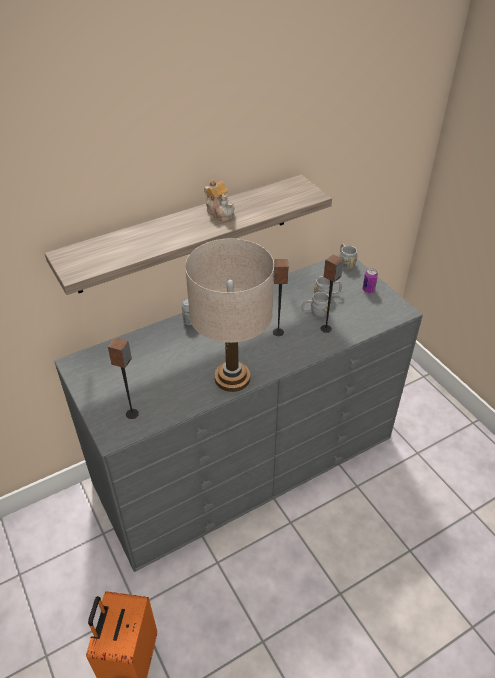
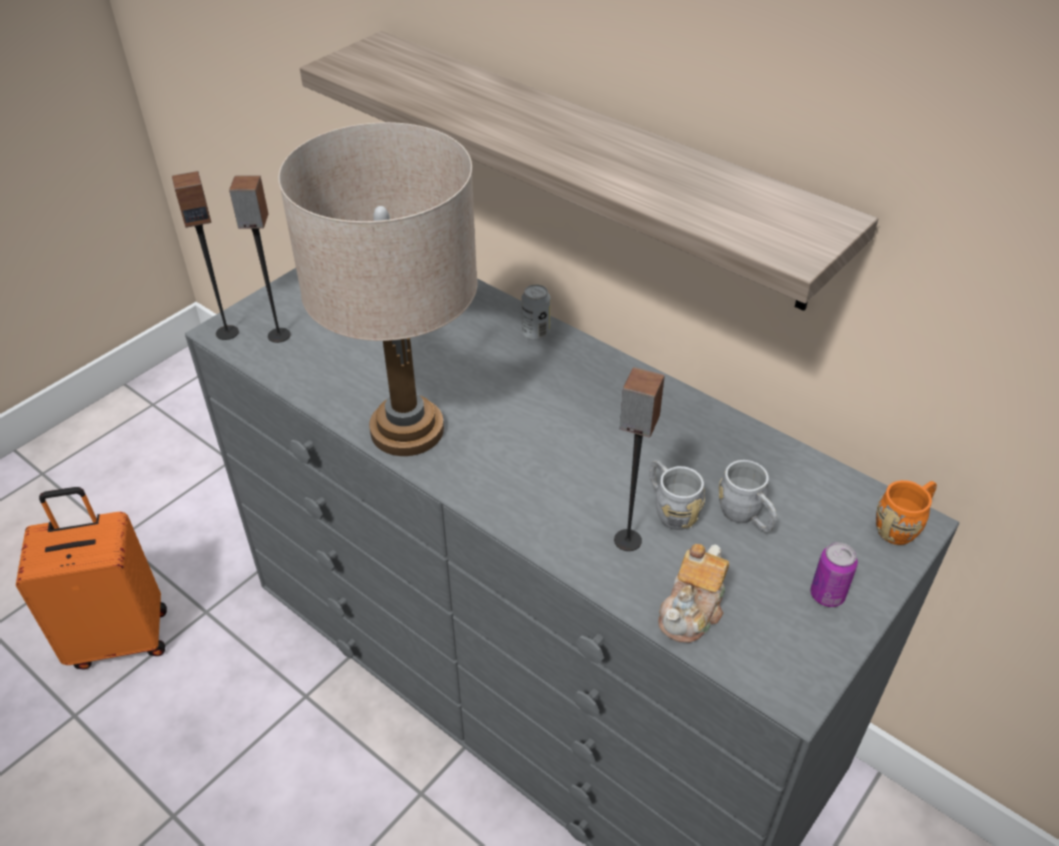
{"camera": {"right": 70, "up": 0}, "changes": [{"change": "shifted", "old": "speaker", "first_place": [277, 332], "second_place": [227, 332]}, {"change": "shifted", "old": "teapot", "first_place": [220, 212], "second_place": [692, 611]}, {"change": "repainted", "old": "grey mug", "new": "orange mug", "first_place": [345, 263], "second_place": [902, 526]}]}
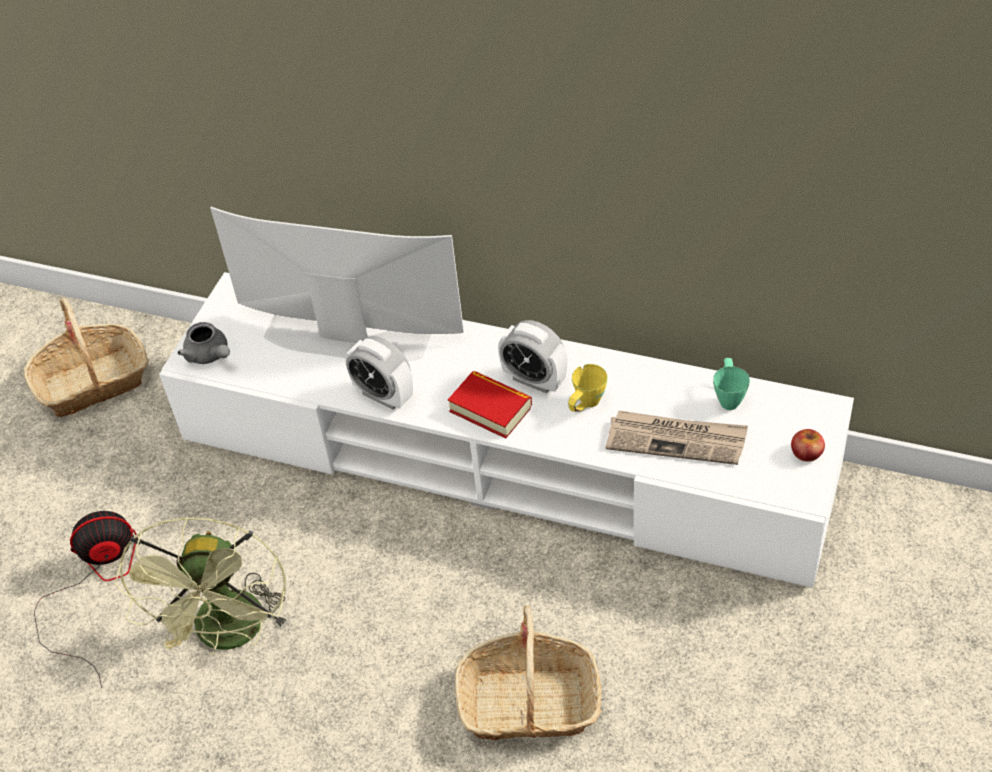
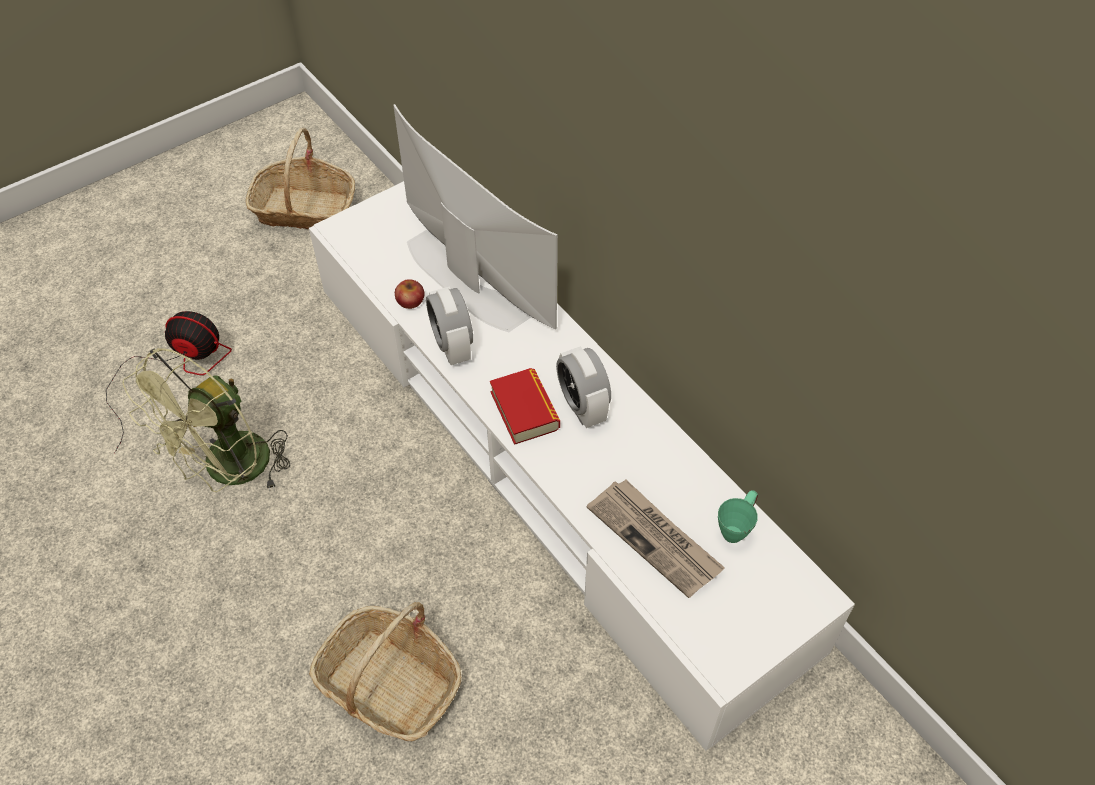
{"camera": {"right": 30, "up": 5}, "changes": [{"change": "shifted", "old": "apple", "first_place": [806, 452], "second_place": [410, 301]}, {"change": "gone", "old": "grey teapot", "first_place": [210, 355]}, {"change": "gone", "old": "yellow mug", "first_place": [585, 406]}]}
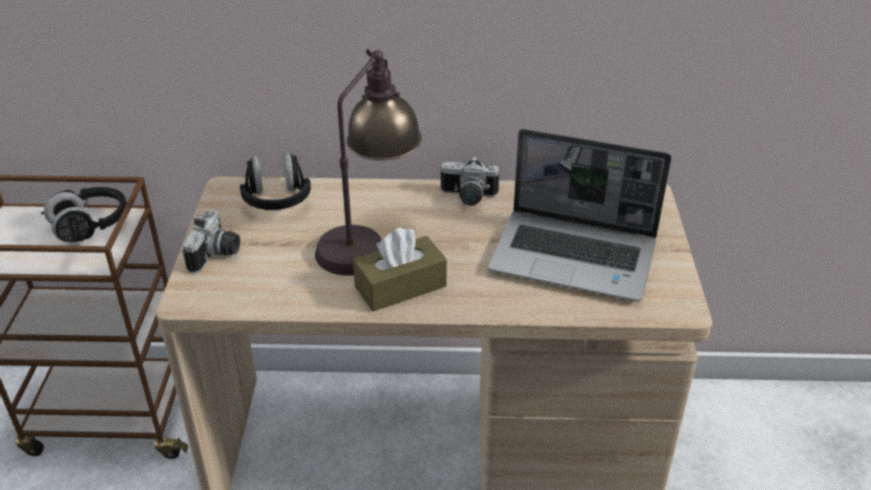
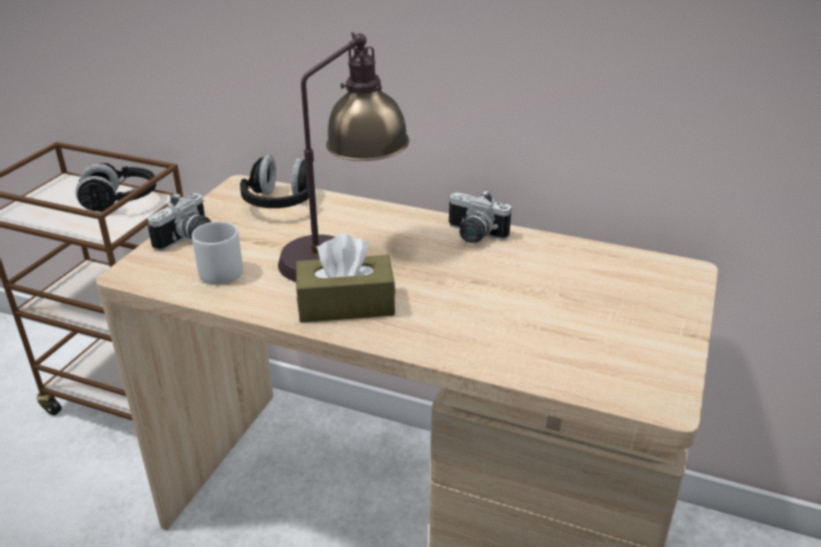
{"camera": {"right": 20, "up": -5}, "changes": [{"change": "new", "new": "grey mug", "second_place": [221, 270]}, {"change": "gone", "old": "laptop", "first_place": [575, 256]}]}
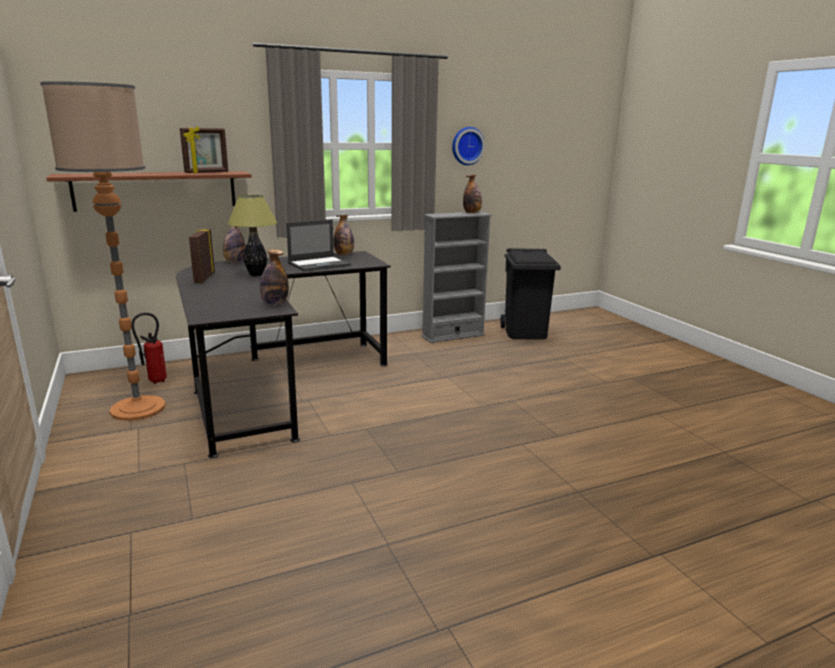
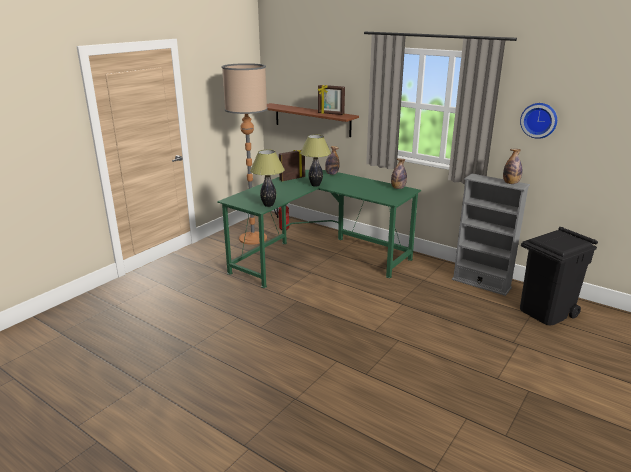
{"camera": {"right": 60, "up": 5}, "changes": [{"change": "repainted", "old": "black desk", "new": "green desk", "first_place": [276, 384], "second_place": [318, 256]}, {"change": "swapped", "old": "bottle", "new": "table lamp", "first_place": [275, 304], "second_place": [268, 205]}, {"change": "gone", "old": "laptop", "first_place": [319, 264]}]}
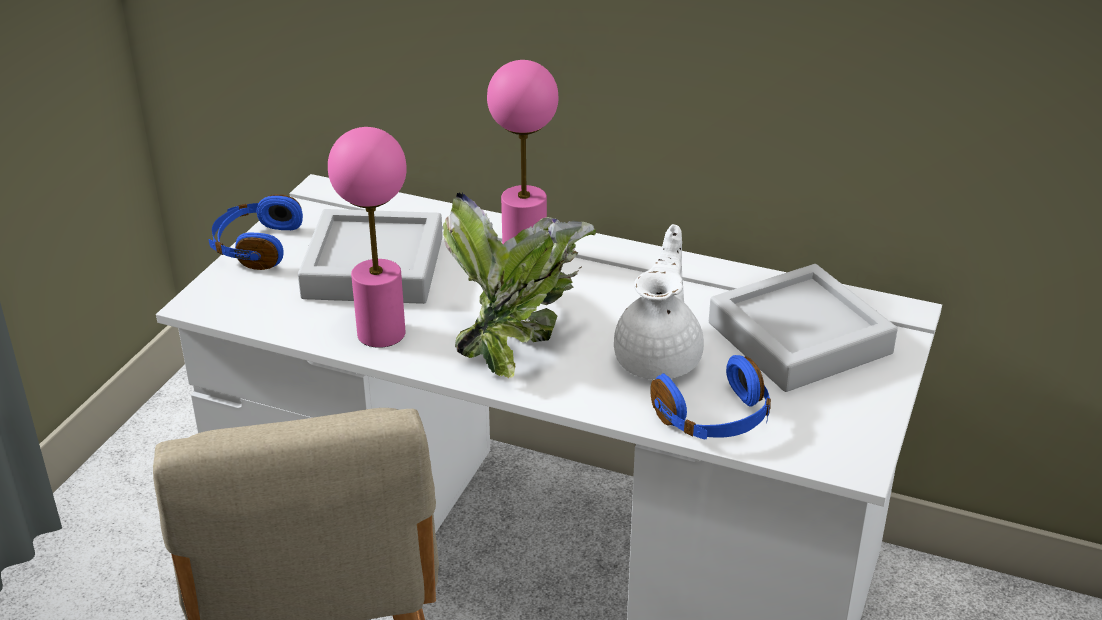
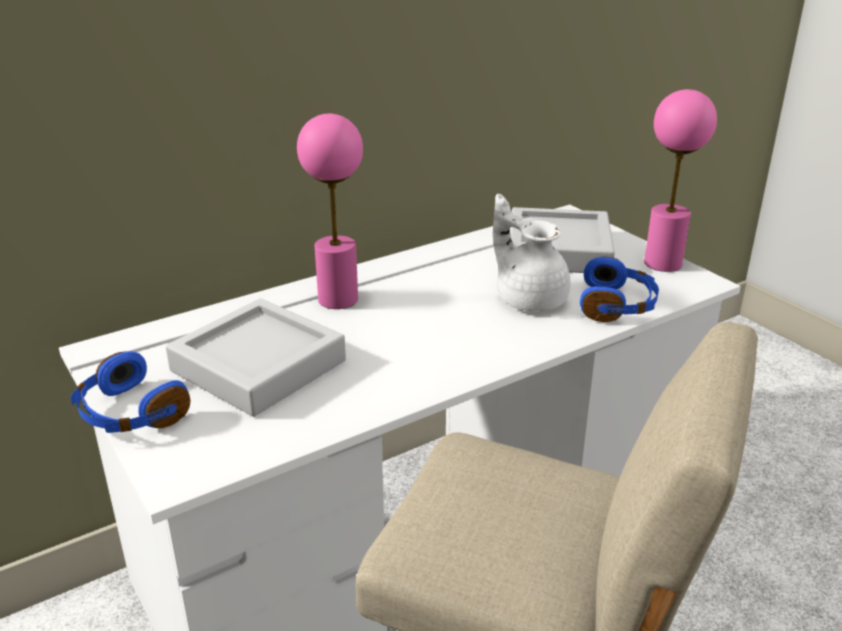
{"camera": {"right": -55, "up": -5}, "changes": [{"change": "shifted", "old": "pink table lamp", "first_place": [380, 334], "second_place": [663, 263]}, {"change": "gone", "old": "potted plant", "first_place": [517, 337]}]}
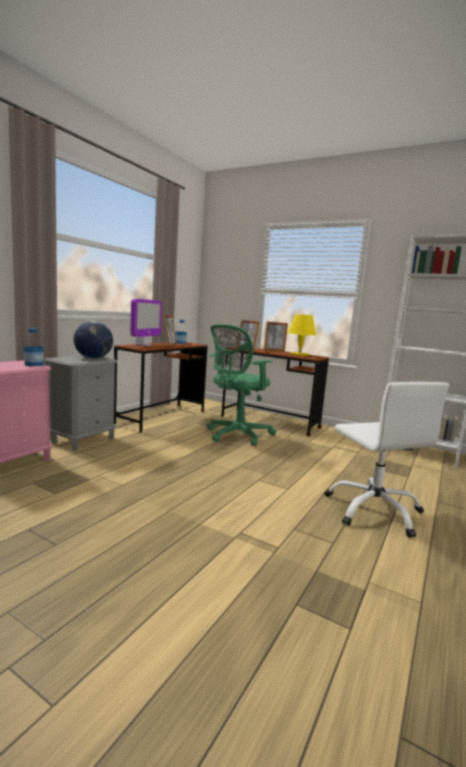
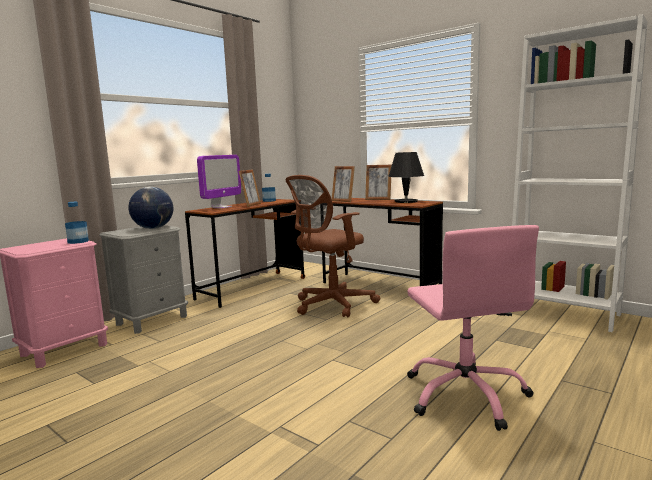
{"camera": {"right": 10, "up": 0}, "changes": [{"change": "repainted", "old": "green office chair", "new": "brown office chair", "first_place": [236, 435], "second_place": [331, 305]}, {"change": "repainted", "old": "yellow table lamp", "new": "black table lamp", "first_place": [299, 354], "second_place": [406, 201]}, {"change": "repainted", "old": "white office chair", "new": "pink office chair", "first_place": [374, 510], "second_place": [466, 395]}]}
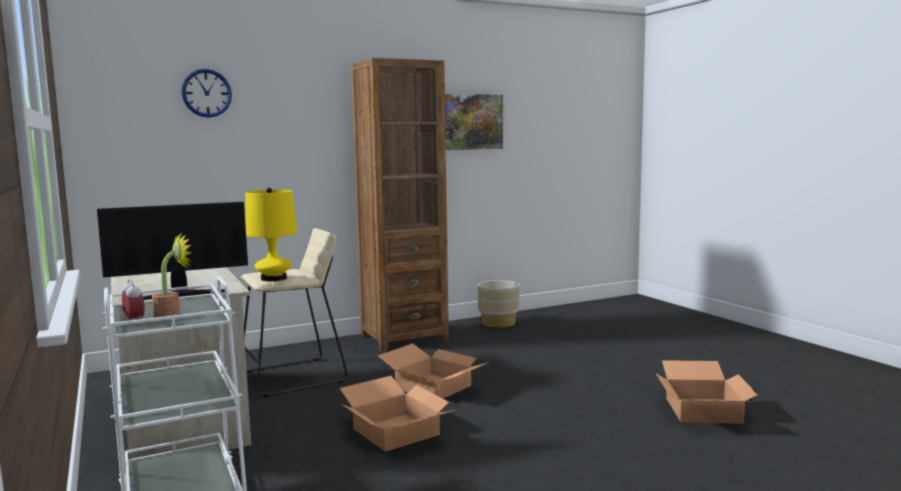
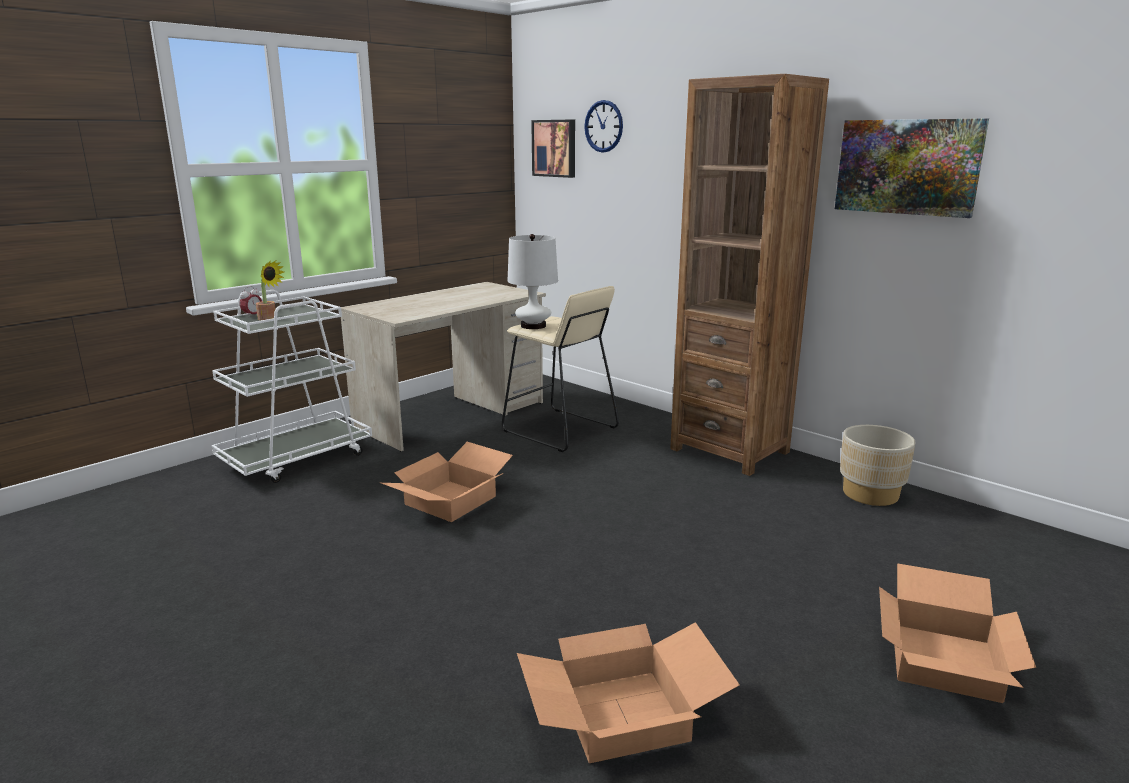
{"camera": {"right": 70, "up": 10}, "changes": [{"change": "repainted", "old": "yellow table lamp", "new": "white table lamp", "first_place": [273, 278], "second_place": [533, 326]}, {"change": "new", "new": "picture", "second_place": [555, 148]}, {"change": "shifted", "old": "cardboard box", "first_place": [434, 387], "second_place": [946, 662]}, {"change": "gone", "old": "monitor", "first_place": [180, 295]}]}
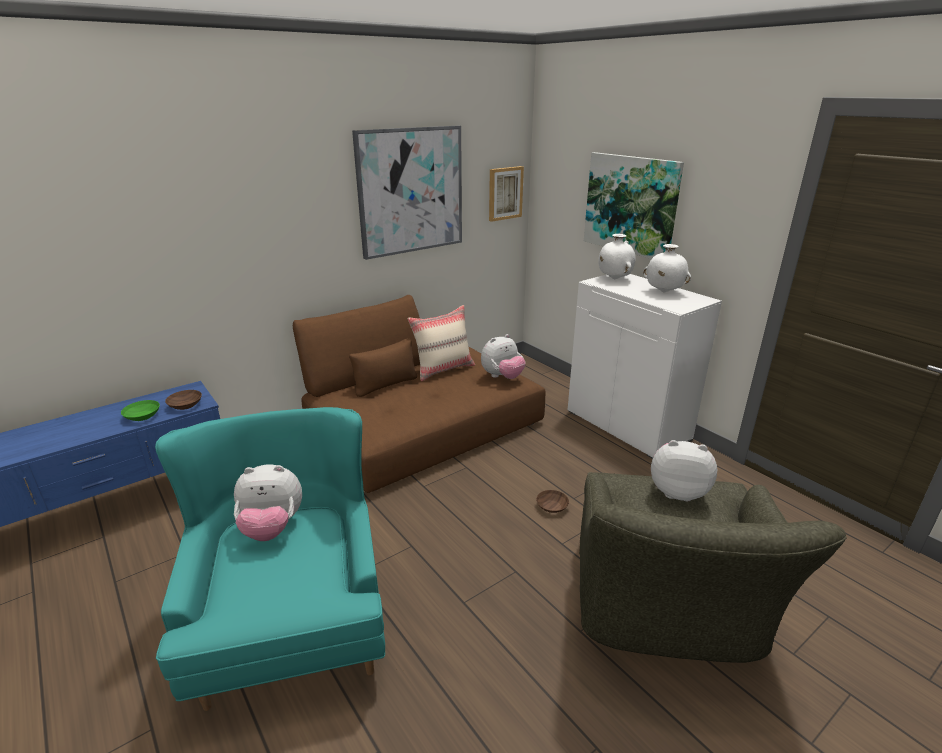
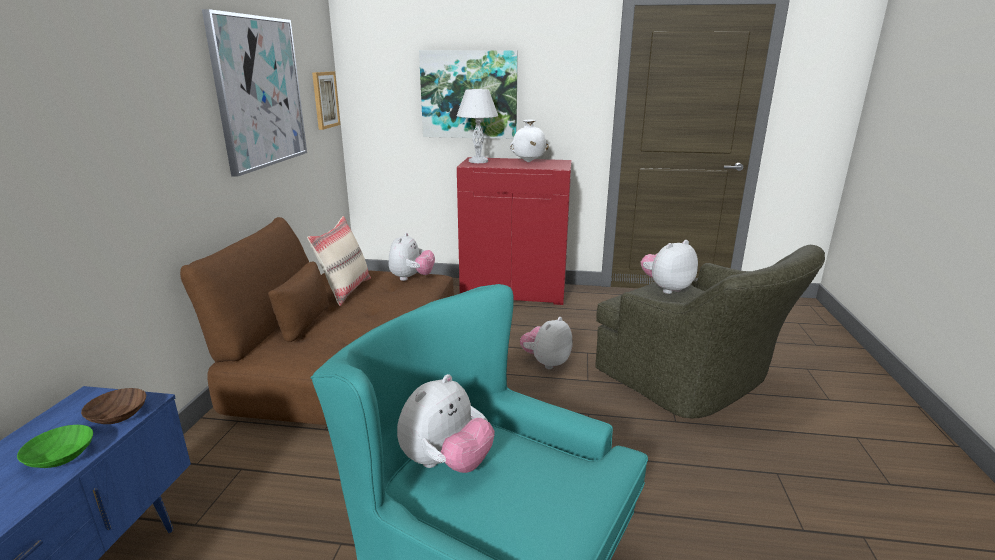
{"camera": {"right": -45, "up": -5}, "changes": [{"change": "swapped", "old": "white vase", "new": "white table lamp", "first_place": [614, 279], "second_place": [477, 161]}, {"change": "repainted", "old": "white cabinet", "new": "red cabinet", "first_place": [628, 425], "second_place": [514, 291]}, {"change": "swapped", "old": "brown bowl", "new": "plush toy", "first_place": [551, 507], "second_place": [546, 362]}]}
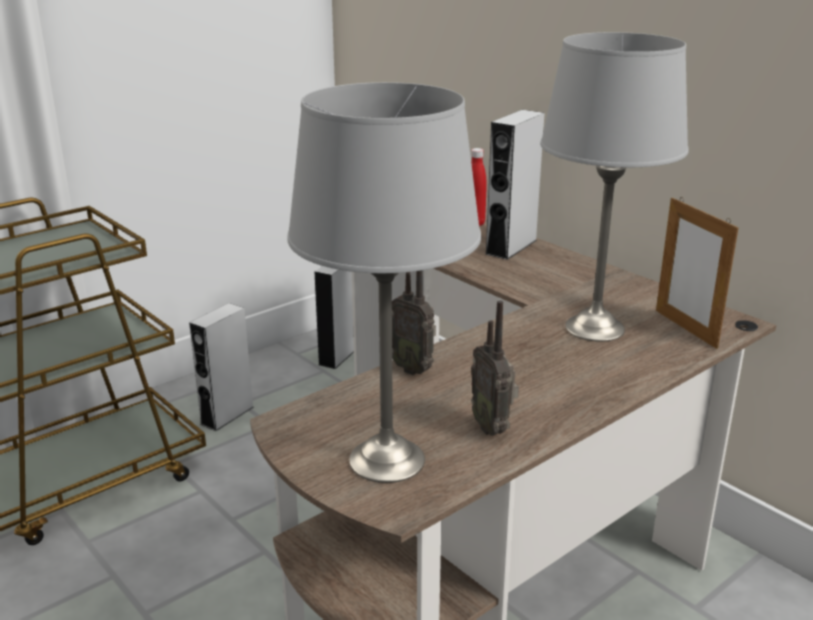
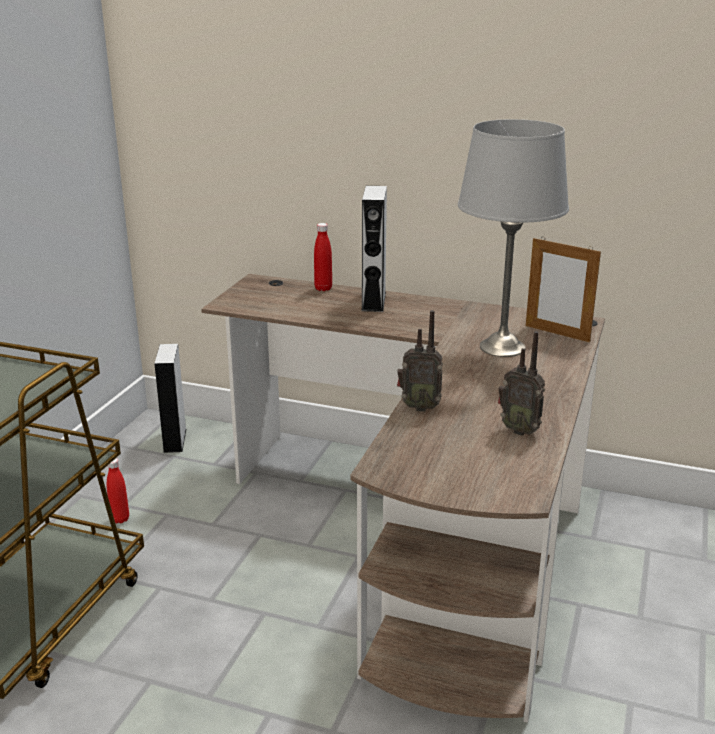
{"camera": {"right": -30, "up": 0}, "changes": [{"change": "swapped", "old": "grey speaker", "new": "red bottle", "first_place": [227, 415], "second_place": [120, 519]}, {"change": "gone", "old": "grey table lamp", "first_place": [385, 459]}]}
